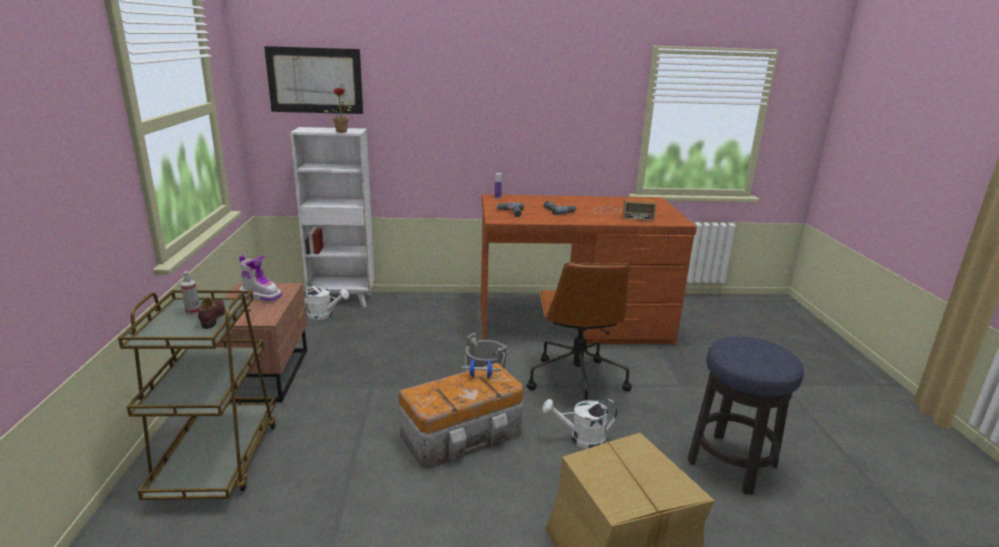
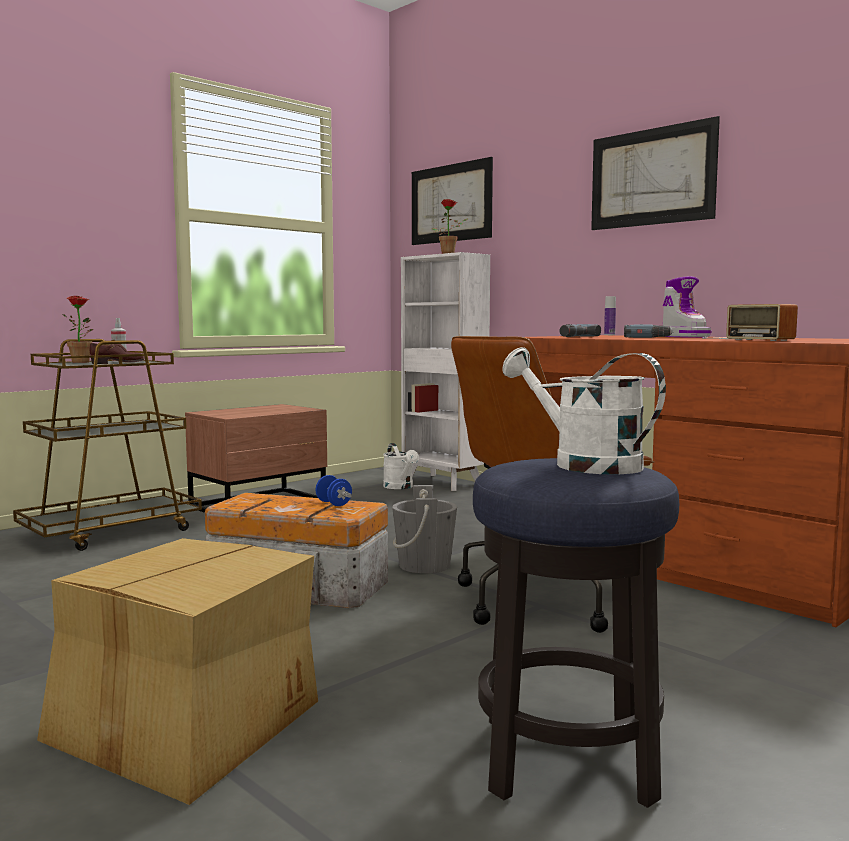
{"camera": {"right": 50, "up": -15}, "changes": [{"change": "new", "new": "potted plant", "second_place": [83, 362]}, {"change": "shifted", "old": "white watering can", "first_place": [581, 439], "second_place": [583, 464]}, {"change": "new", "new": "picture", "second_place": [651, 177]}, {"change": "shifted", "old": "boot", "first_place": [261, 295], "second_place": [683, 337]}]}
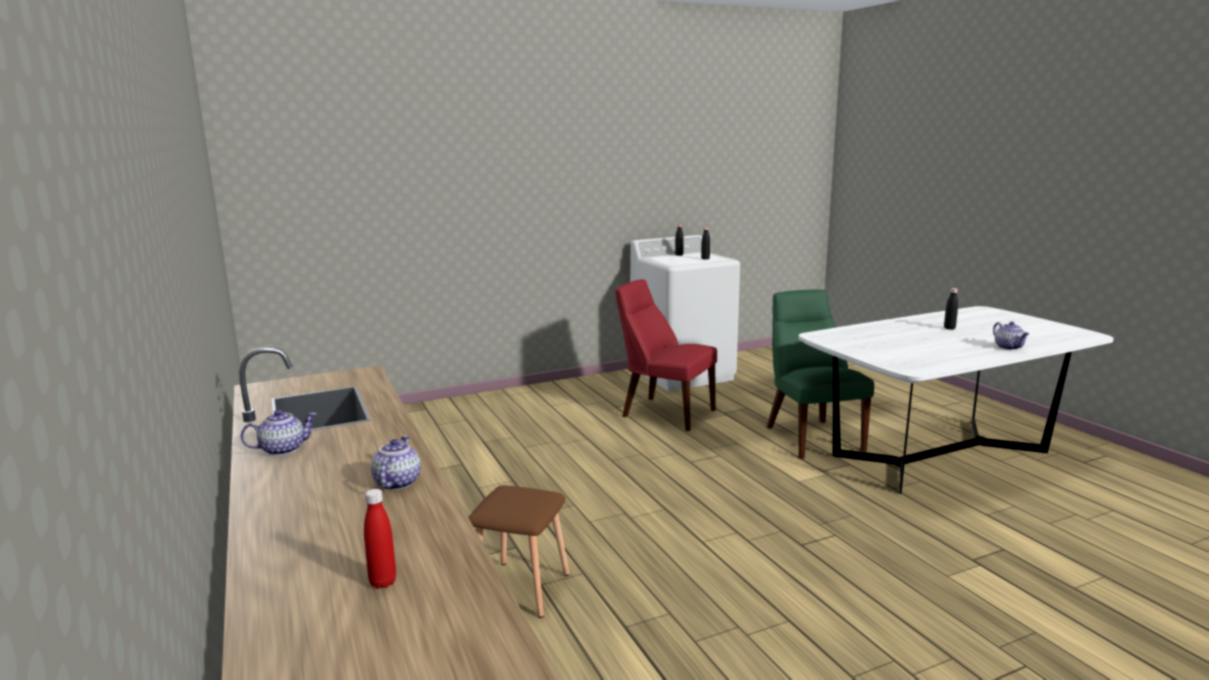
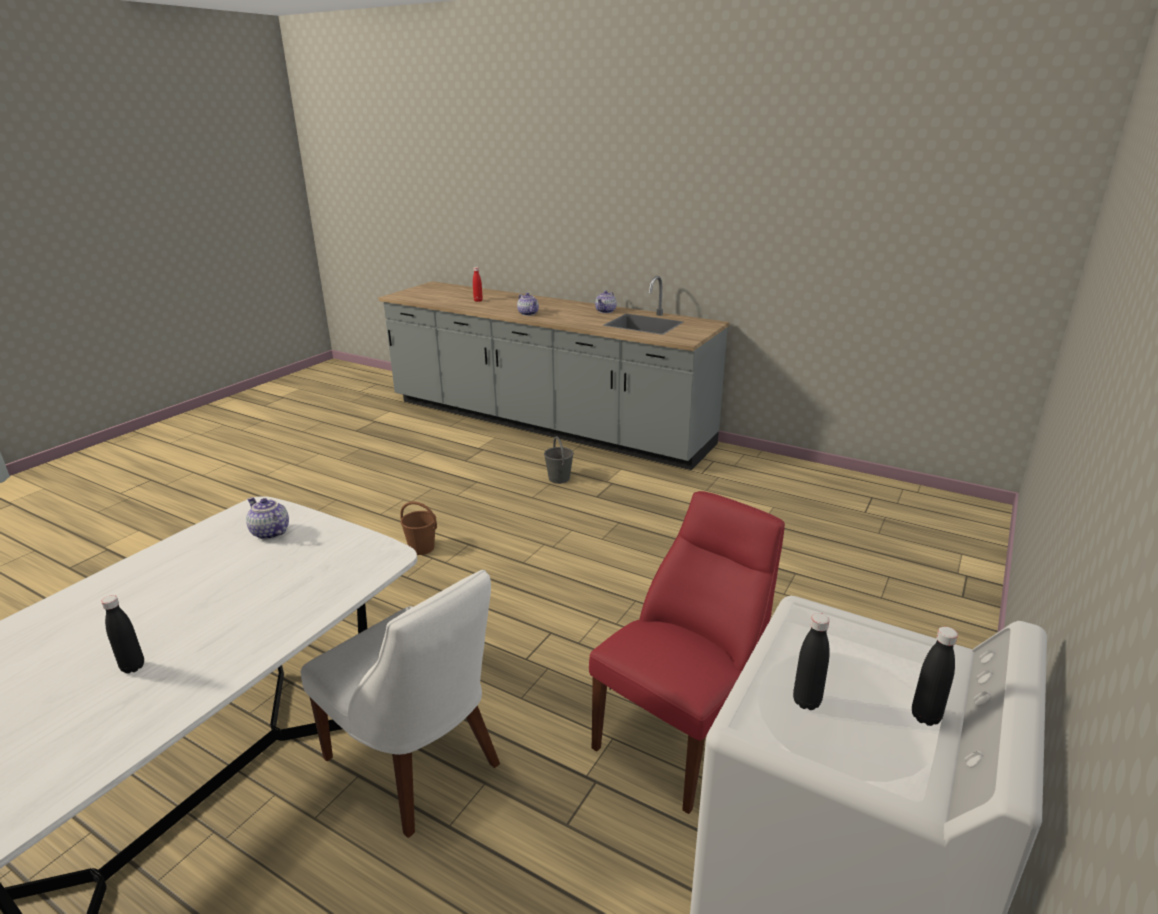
{"camera": {"right": 145, "up": 10}, "changes": [{"change": "shifted", "old": "teapot", "first_place": [1009, 347], "second_place": [269, 533]}, {"change": "repainted", "old": "green chair", "new": "white chair", "first_place": [811, 437], "second_place": [417, 765]}, {"change": "new", "new": "brown bucket", "second_place": [422, 548]}, {"change": "swapped", "old": "brown stool", "new": "grey bucket", "first_place": [520, 587], "second_place": [559, 479]}, {"change": "rotated", "old": "red chair", "first_place": [664, 412], "second_place": [683, 733], "degrees": -45}]}
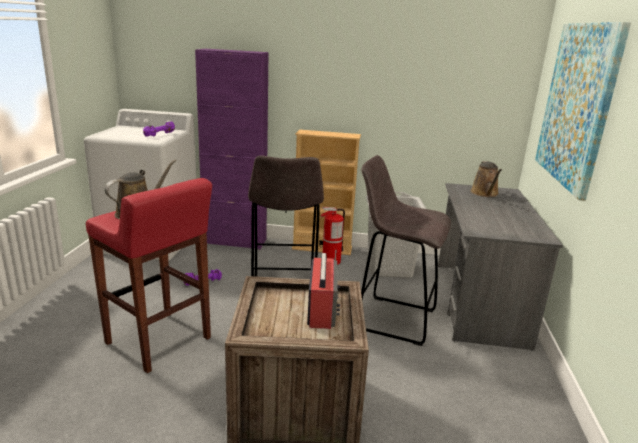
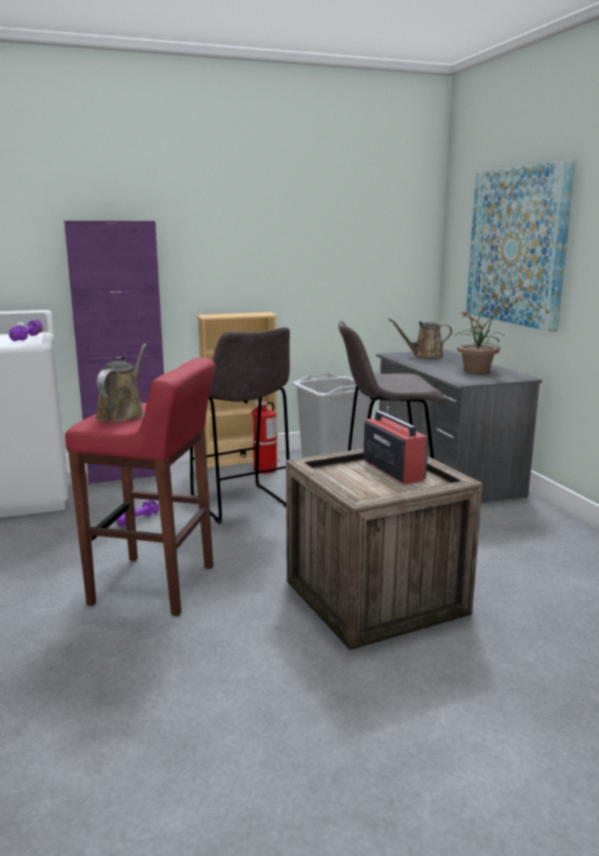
{"camera": {"right": -25, "up": -5}, "changes": [{"change": "rotated", "old": "brown watering can", "first_place": [485, 194], "second_place": [425, 356], "degrees": 105}, {"change": "new", "new": "potted plant", "second_place": [476, 370]}]}
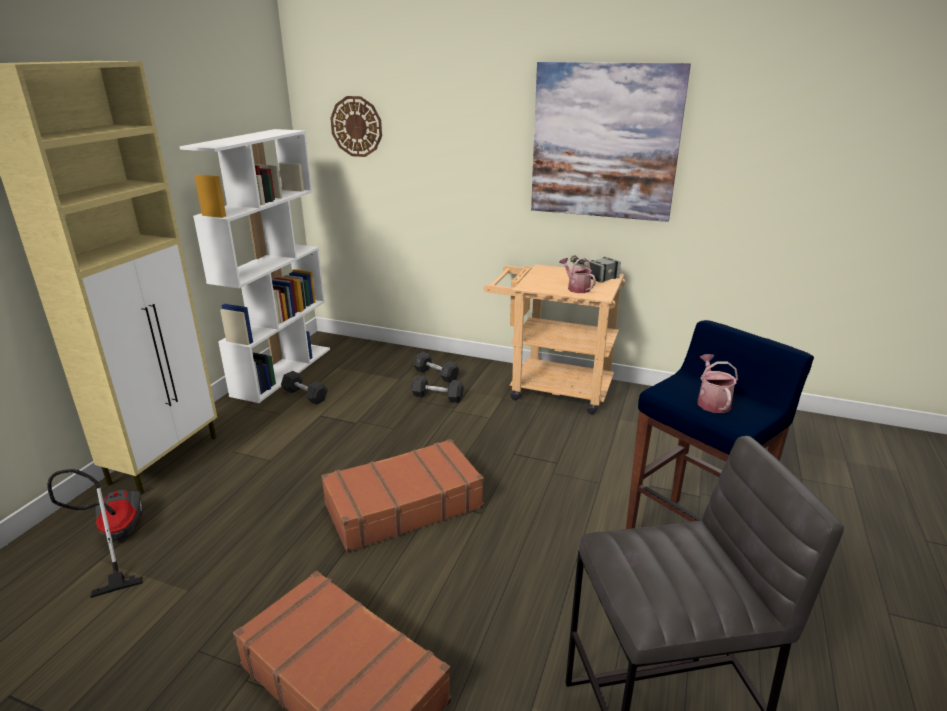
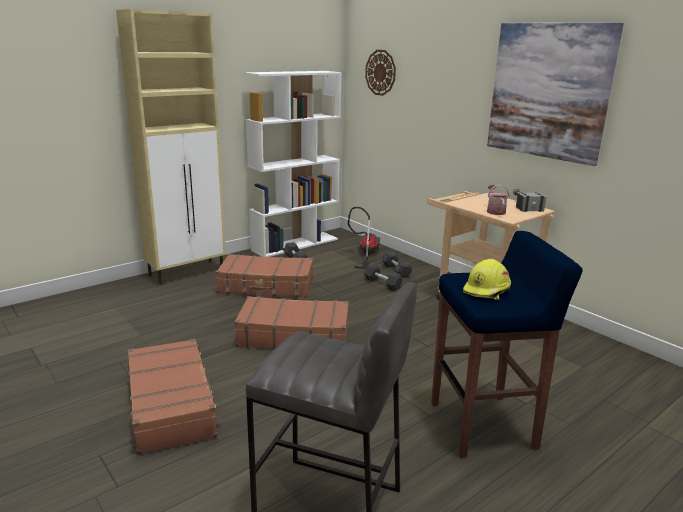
{"camera": {"right": 30, "up": -5}, "changes": [{"change": "new", "new": "brown suitcase", "second_place": [266, 286]}, {"change": "shifted", "old": "vacuum cleaner", "first_place": [116, 540], "second_place": [365, 254]}, {"change": "swapped", "old": "watering can", "new": "yellow hard hat", "first_place": [712, 401], "second_place": [487, 290]}]}
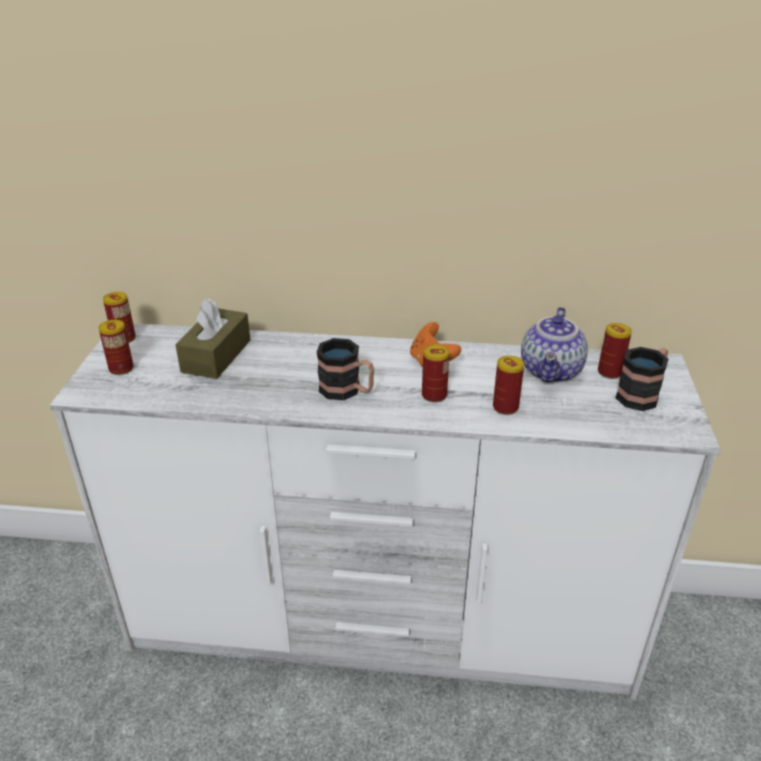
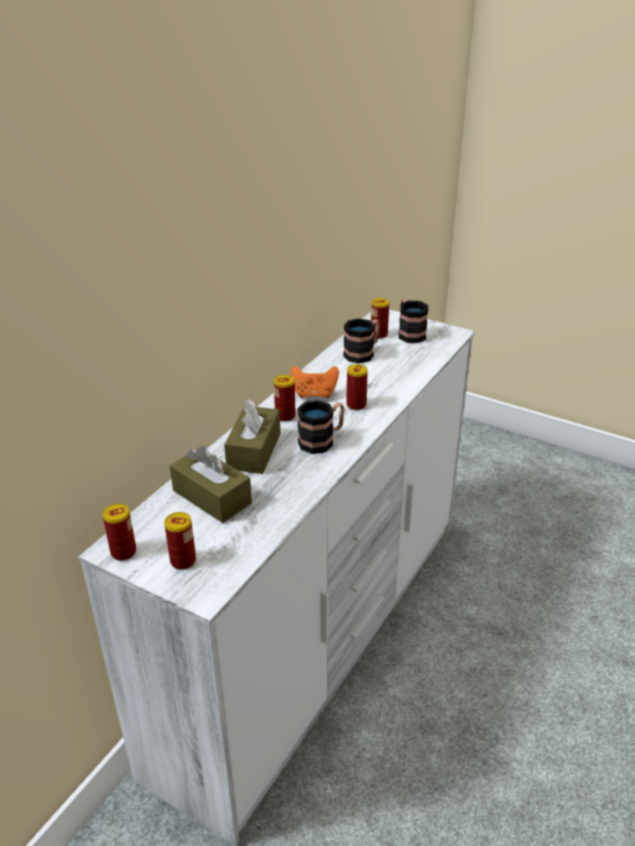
{"camera": {"right": -65, "up": 0}, "changes": [{"change": "new", "new": "brown tissue box", "second_place": [254, 451]}, {"change": "shifted", "old": "can", "first_place": [505, 407], "second_place": [285, 416]}, {"change": "swapped", "old": "teapot", "new": "mug", "first_place": [552, 372], "second_place": [363, 353]}]}
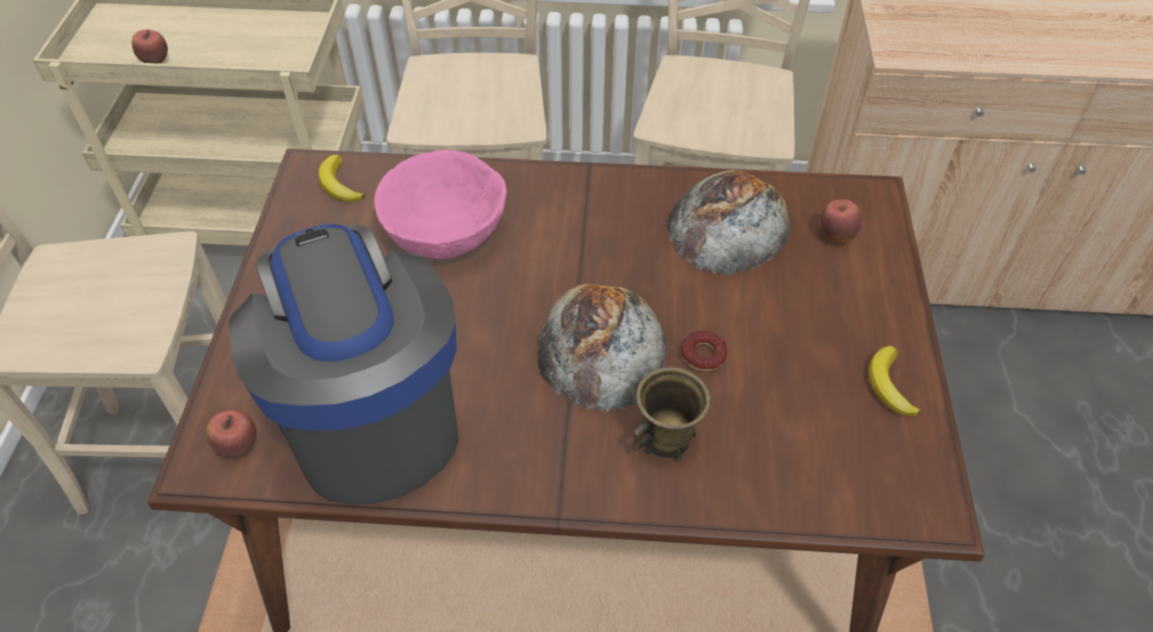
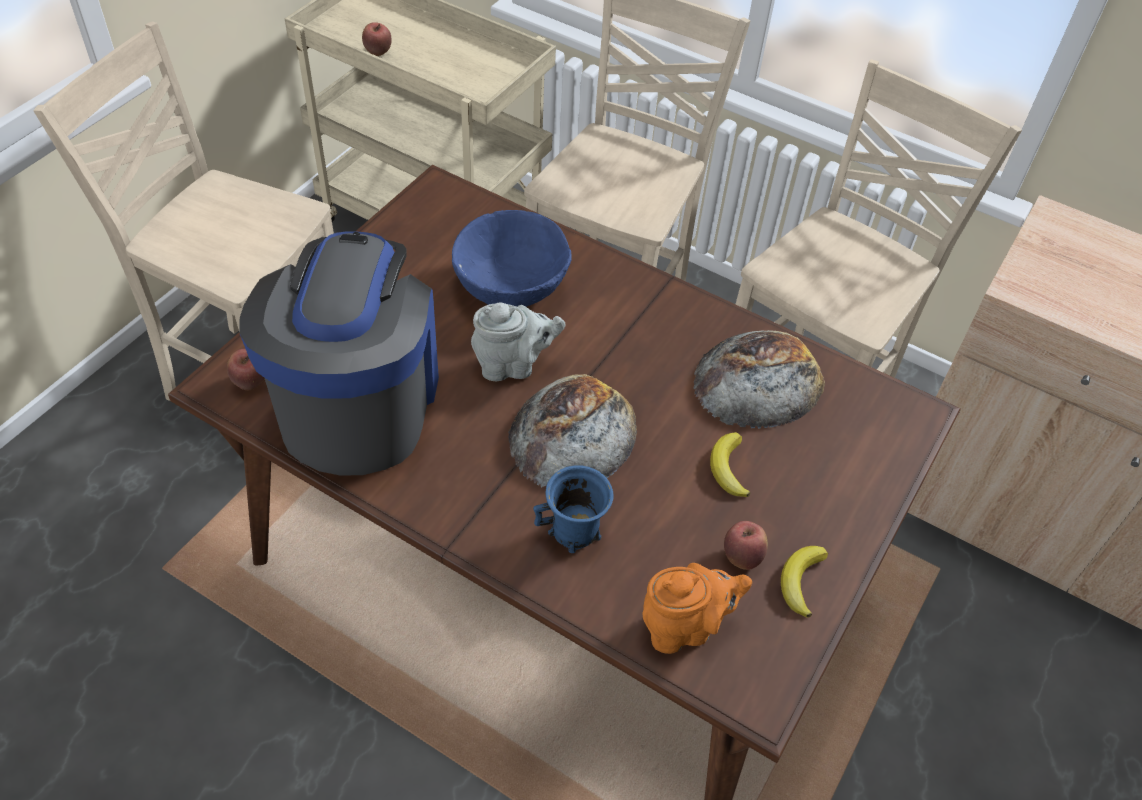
{"camera": {"right": 25, "up": 0}, "changes": [{"change": "repainted", "old": "pink bowl", "new": "blue bowl", "first_place": [444, 233], "second_place": [509, 285]}, {"change": "new", "new": "grey teapot", "second_place": [513, 365]}, {"change": "repainted", "old": "brown mug", "new": "blue mug", "first_place": [667, 438], "second_place": [575, 531]}, {"change": "new", "new": "orange teapot", "second_place": [684, 627]}, {"change": "shifted", "old": "banana", "first_place": [339, 184], "second_place": [728, 468]}, {"change": "shifted", "old": "apple", "first_place": [836, 235], "second_place": [742, 557]}, {"change": "gone", "old": "donut", "first_place": [703, 355]}]}
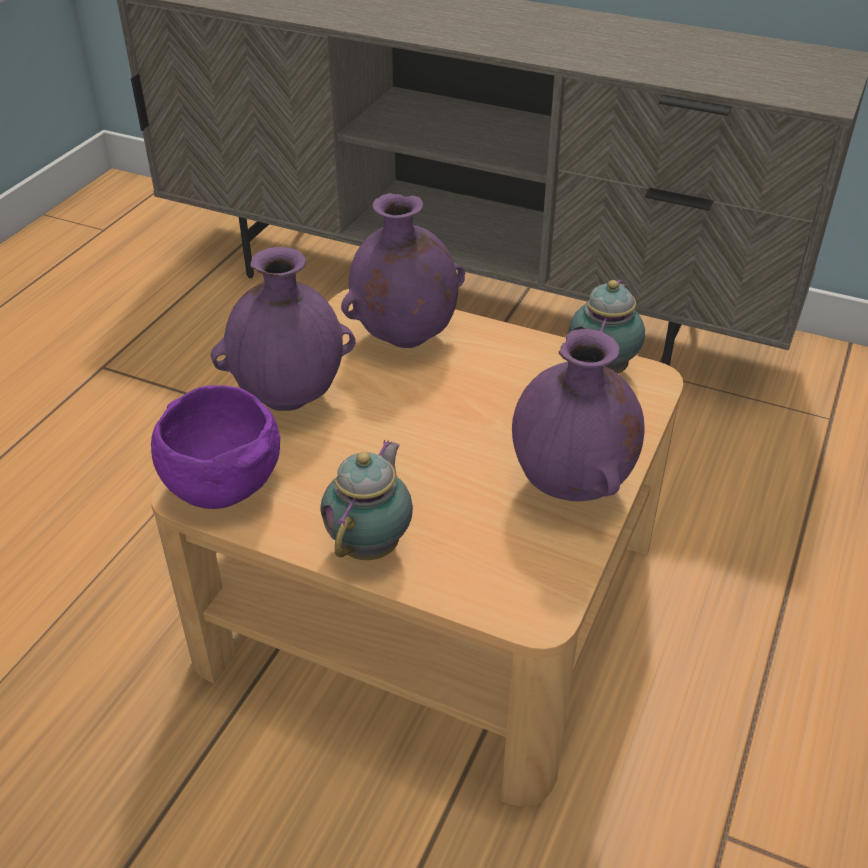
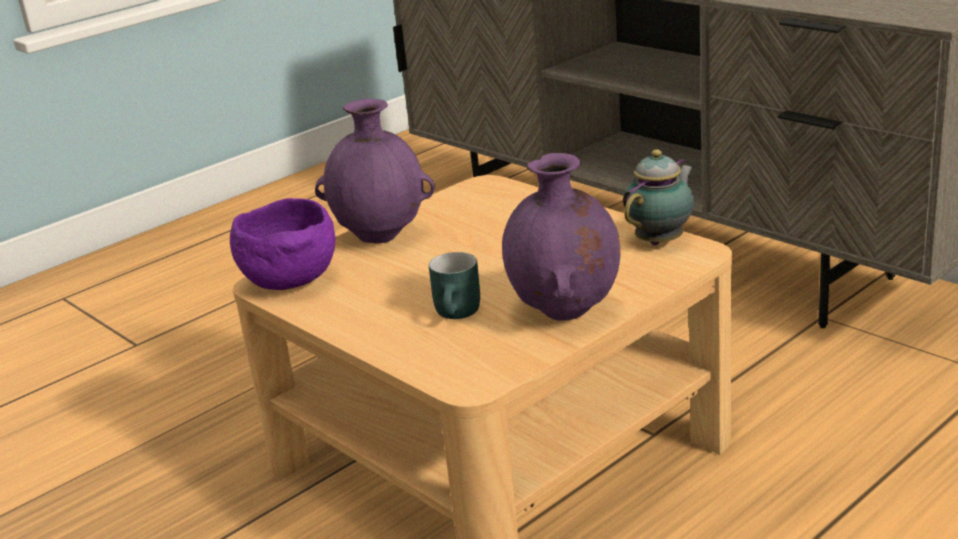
{"camera": {"right": 25, "up": -15}, "changes": [{"change": "new", "new": "turquoise mug", "second_place": [460, 313]}, {"change": "gone", "old": "teapot", "first_place": [371, 544]}, {"change": "gone", "old": "purple vase", "first_place": [404, 338]}]}
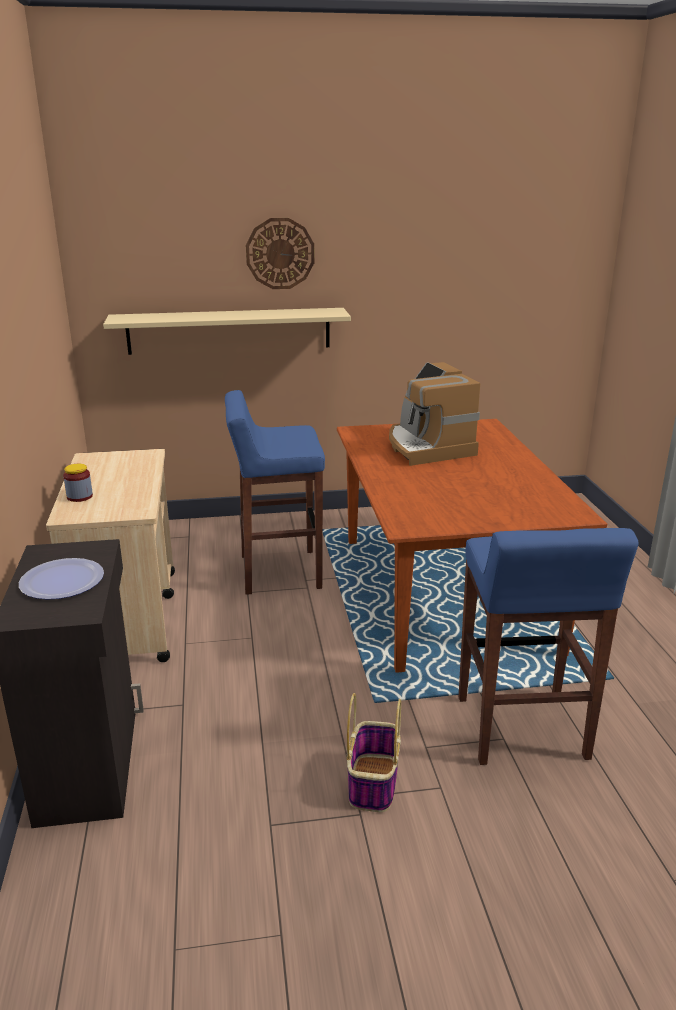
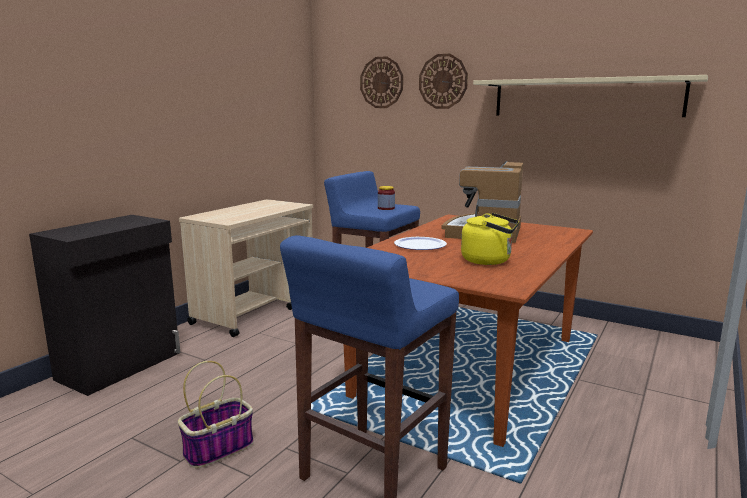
{"camera": {"right": 40, "up": -10}, "changes": [{"change": "new", "new": "wall clock", "second_place": [381, 82]}, {"change": "shifted", "old": "jar", "first_place": [79, 497], "second_place": [386, 208]}, {"change": "shifted", "old": "plate", "first_place": [62, 581], "second_place": [420, 245]}, {"change": "new", "new": "yellow kettle", "second_place": [489, 261]}, {"change": "shifted", "old": "beige shelf", "first_place": [229, 331], "second_place": [585, 98]}]}
